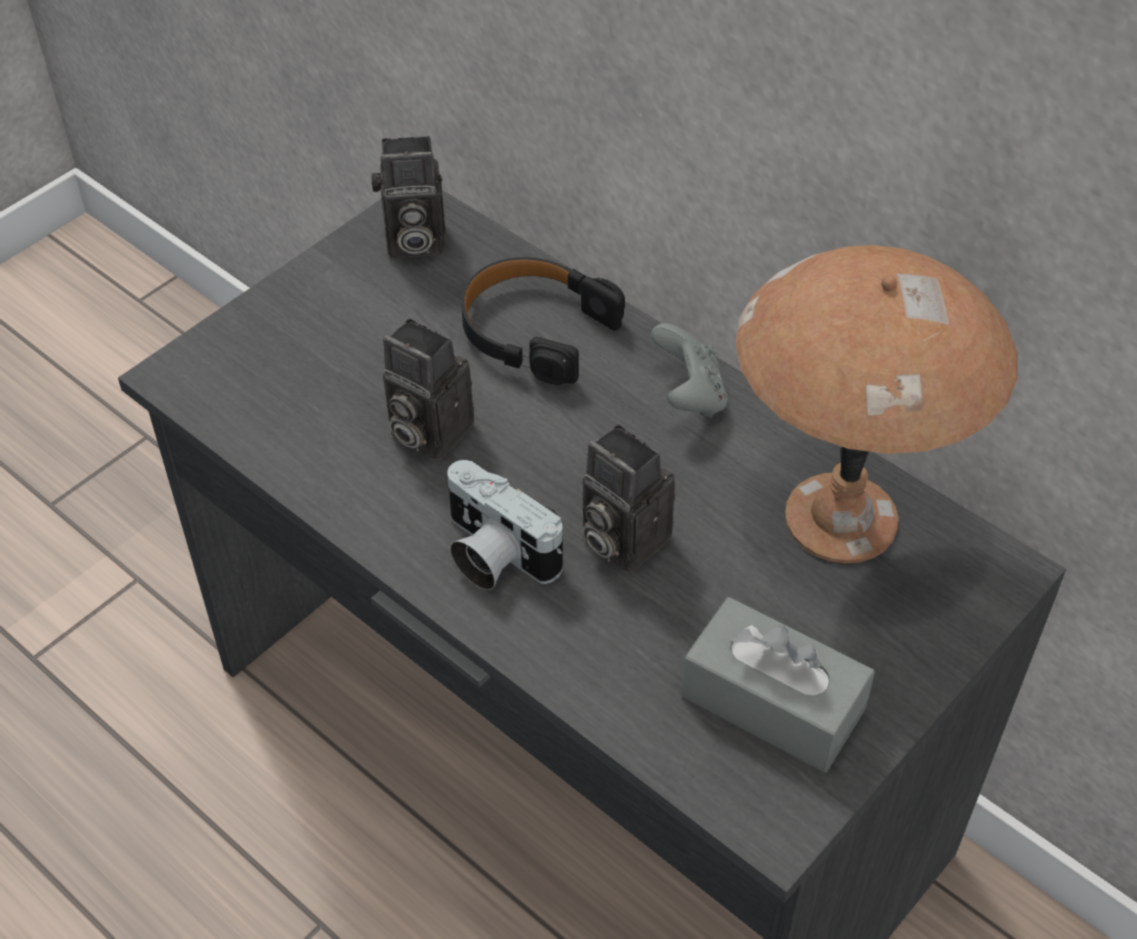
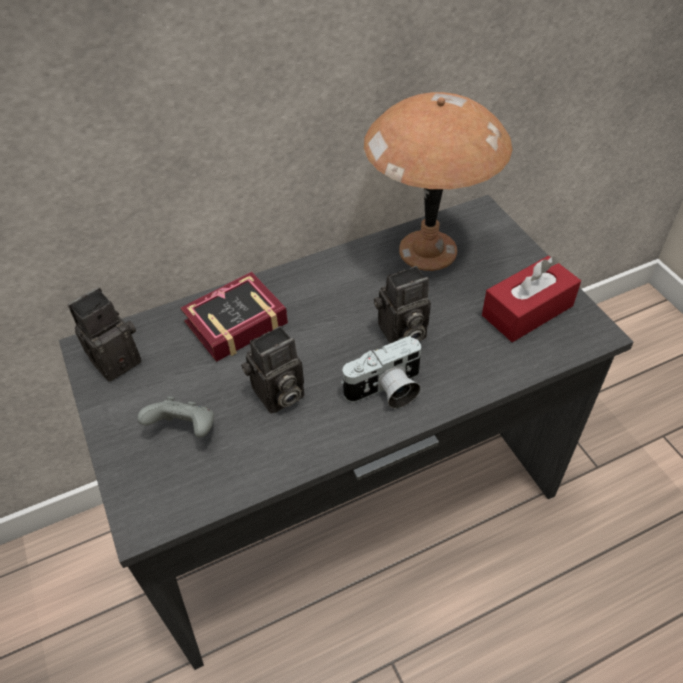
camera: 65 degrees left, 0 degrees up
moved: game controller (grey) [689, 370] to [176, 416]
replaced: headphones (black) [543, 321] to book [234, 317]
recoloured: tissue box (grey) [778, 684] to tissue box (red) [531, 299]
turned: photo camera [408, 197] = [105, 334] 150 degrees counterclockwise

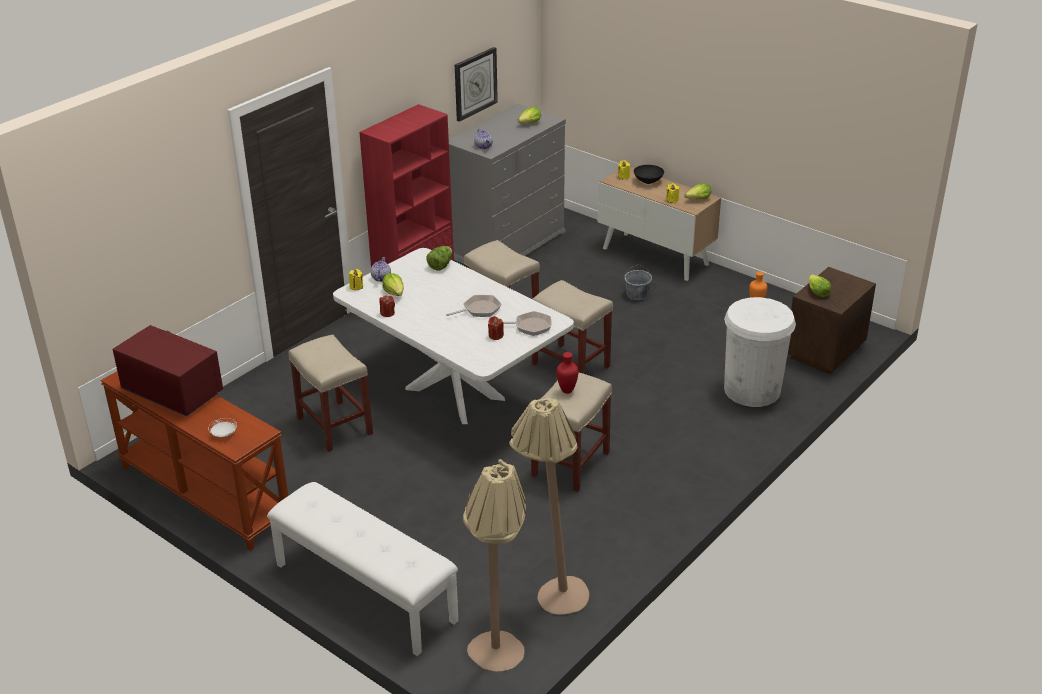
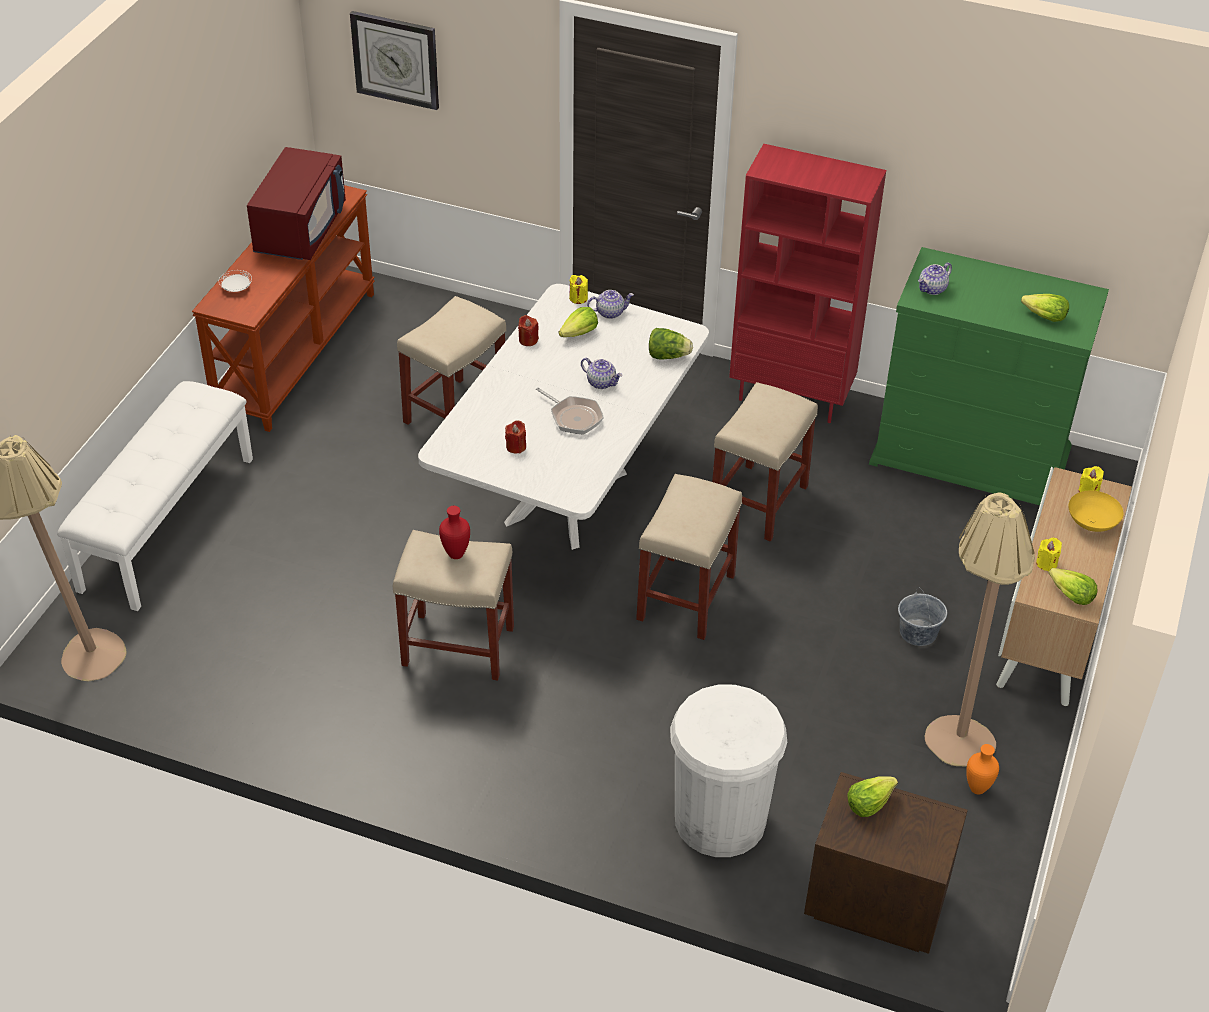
camera: 70 degrees right, 10 degrees up
removed: frying pan [527, 323]
added: teapot [602, 373]
moved: wall clock [476, 84] to [394, 60]; floor lamp (beige) [549, 506] to [980, 629]
recoloured: dresser (grey) [507, 183] to dresser (green) [989, 376]; bowl (black) [649, 174] to bowl (yellow) [1096, 511]

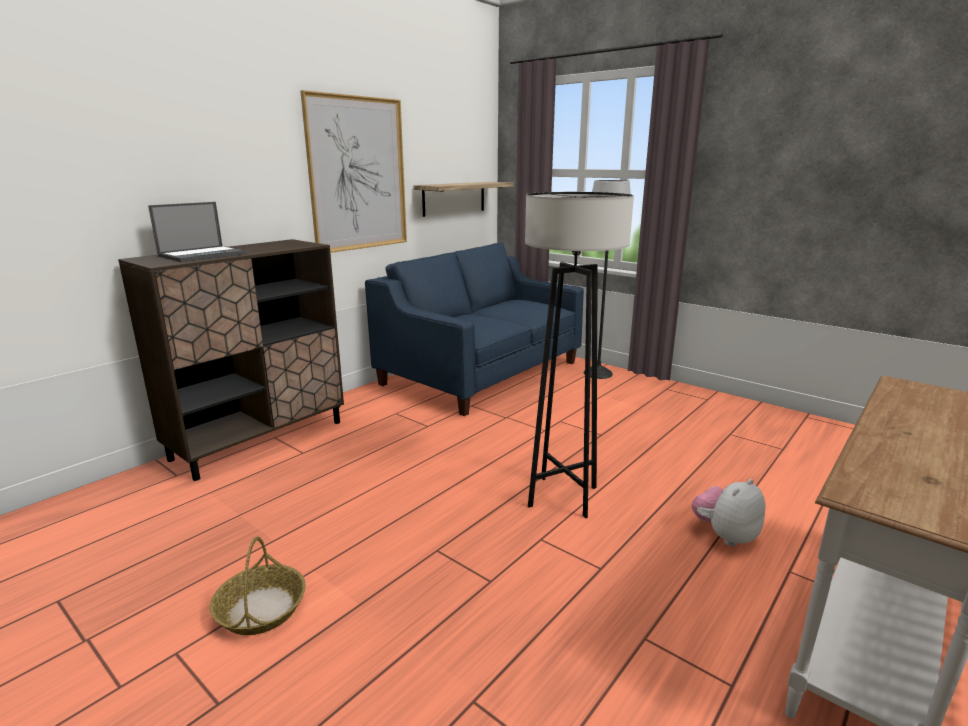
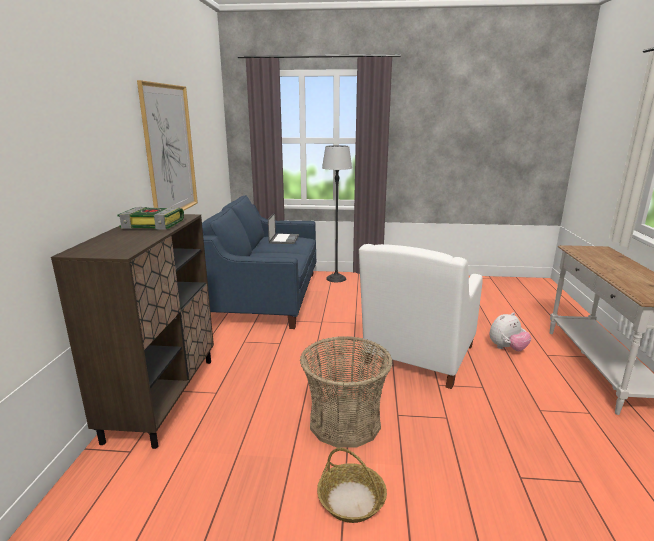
camera: 35 degrees left, 0 degrees up
removed: shelf [463, 199]
added: book [151, 218]; basket [346, 392]
moved: laptop [197, 232] to [283, 228]
replaced: floor lamp (grey) [579, 355] to armchair (white) [421, 316]
turned: plush toy [729, 512] = [510, 332] 135 degrees counterclockwise

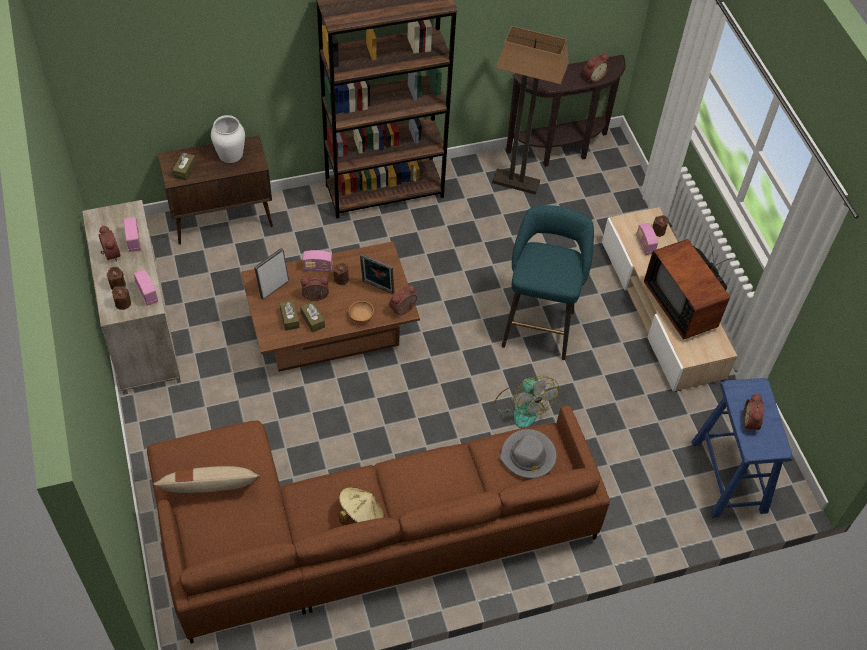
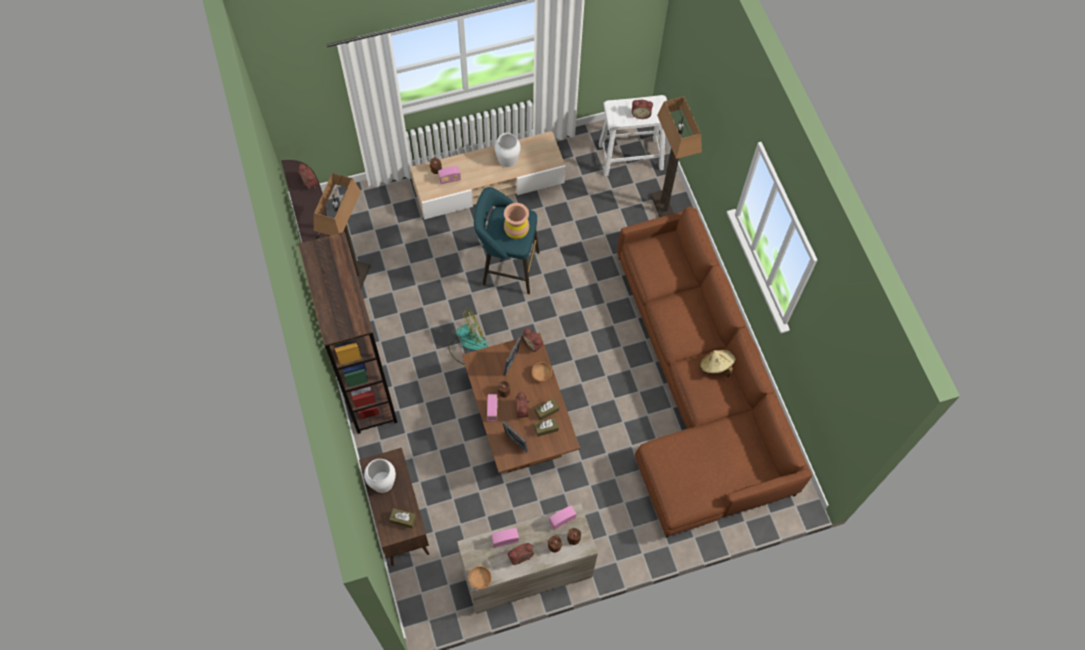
camera: 90 degrees left, 10 degrees up
removed: pillow (beige) [206, 479]; hat (grey) [528, 454]
added: bowl (brown) [479, 577]; vase (brown) [516, 221]; floor lamp [676, 156]
moved: fan [526, 402] to [468, 337]
replaced: television [688, 286] to vase (white) [508, 150]
recoloured: stool (blue) [742, 448] to stool (white) [633, 135]

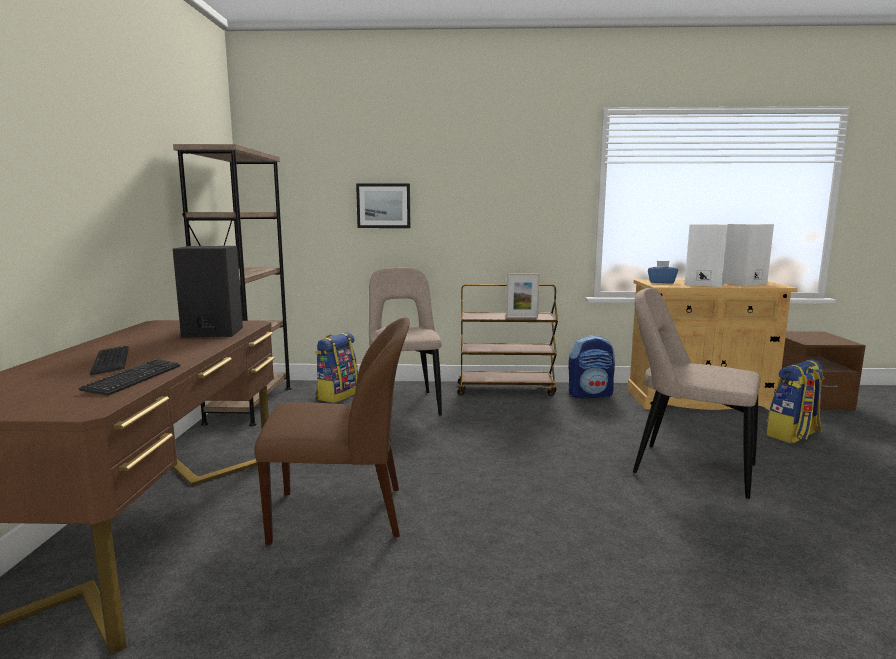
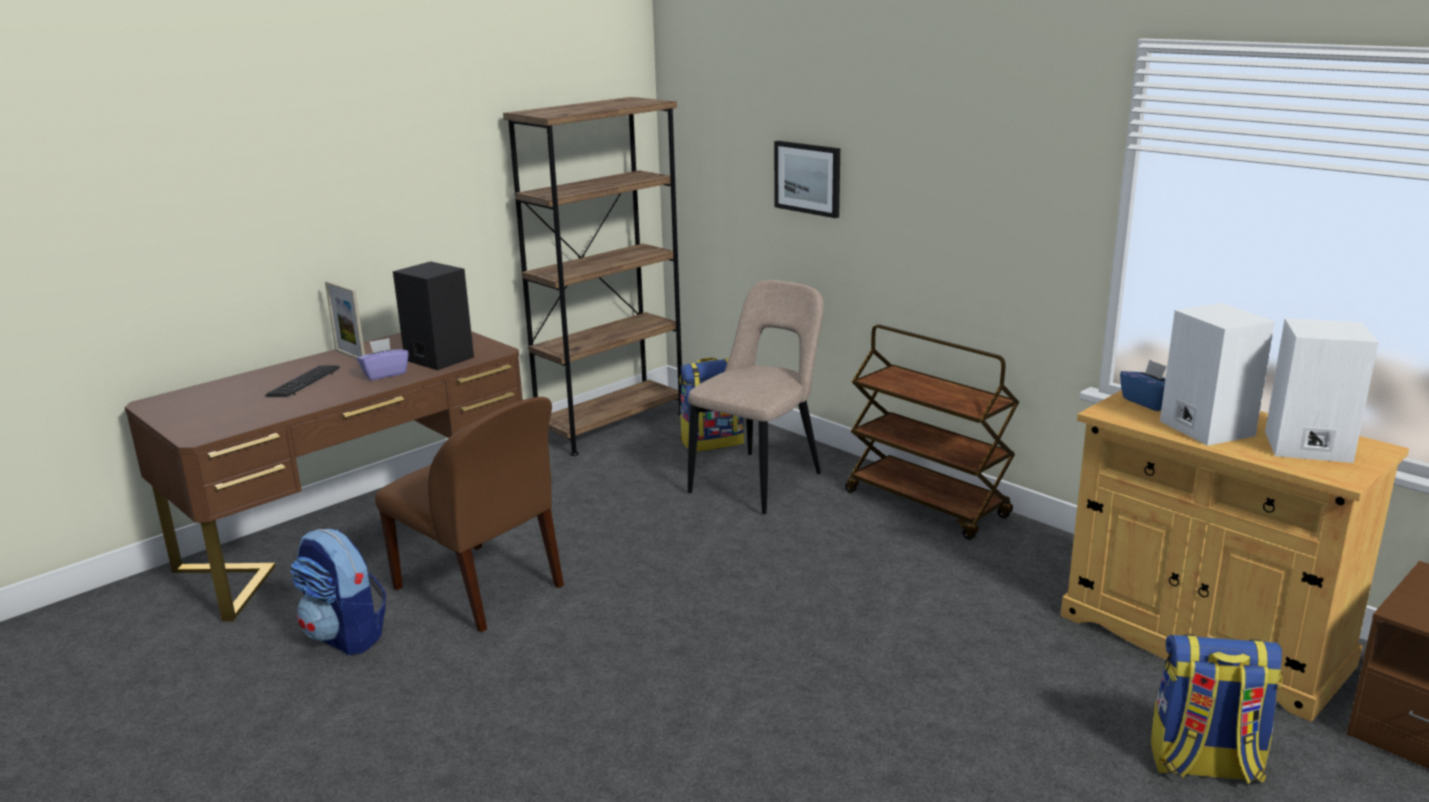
camera: 45 degrees right, 10 degrees up
removed: keyboard [129, 377]; chair (beige) [696, 393]
added: tissue box (purple) [383, 359]
moved: picture frame [522, 296] to [345, 320]; backpack [591, 366] to [338, 592]

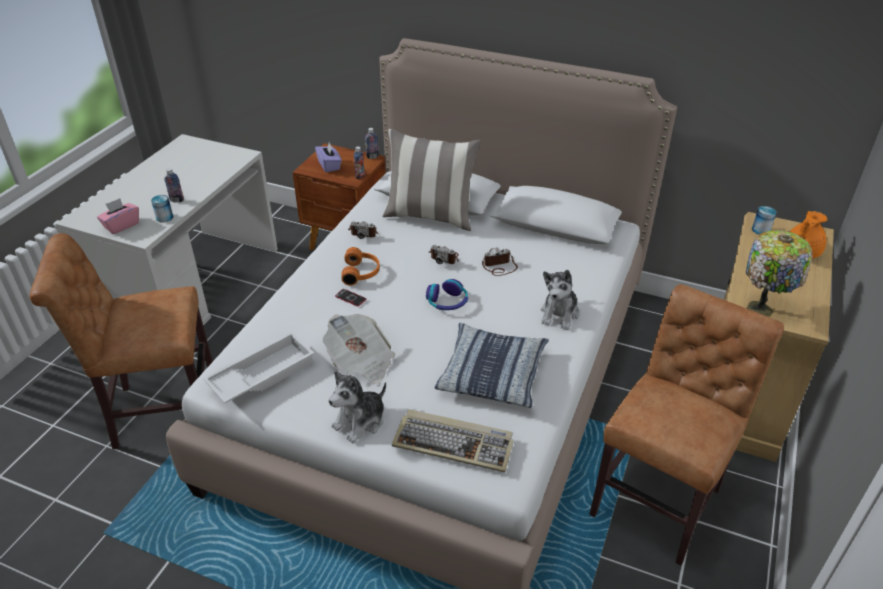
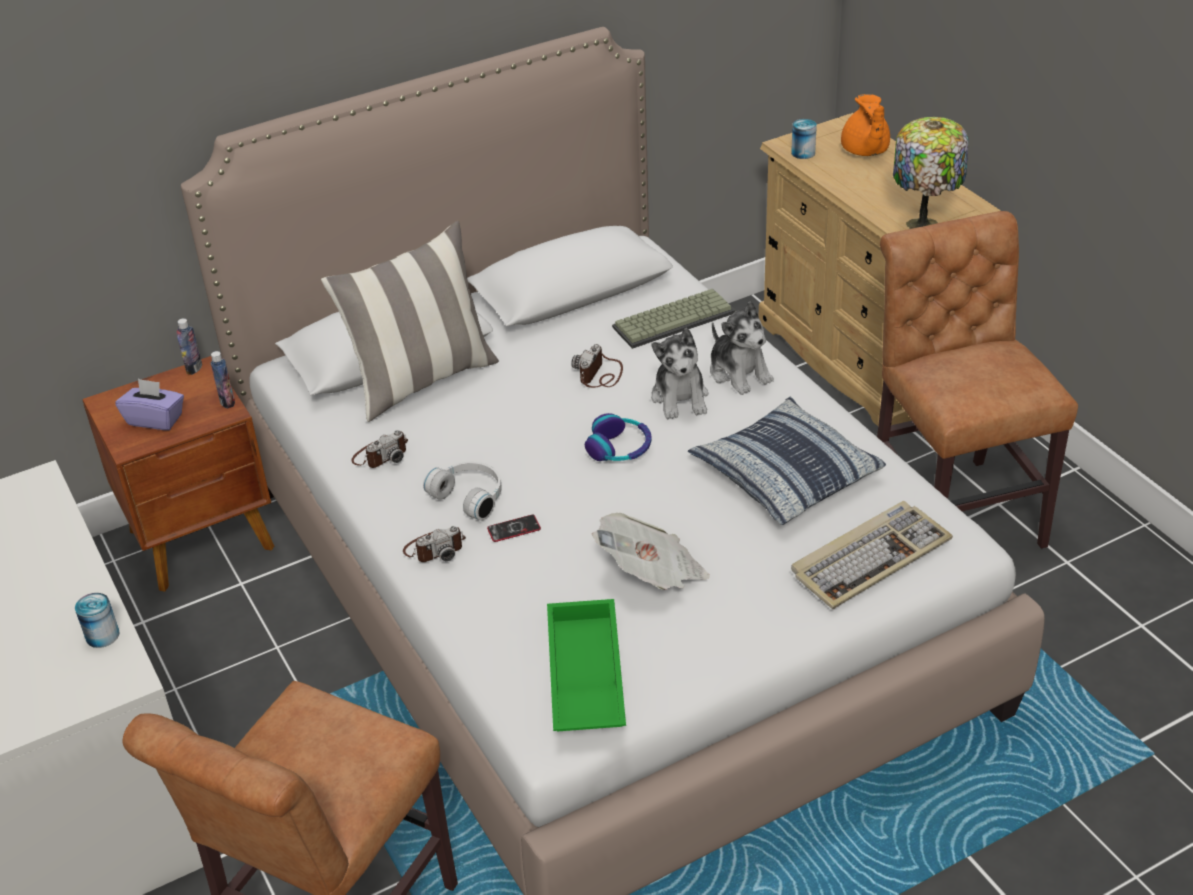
camera: 50 degrees left, 0 degrees up
removed: tissue box (pink) [118, 216]; bottle [174, 185]
added: keyboard [674, 319]
moved: plush toy [357, 407] to [679, 373]; photo camera [444, 254] to [434, 544]
recoloured: tray (white) [259, 367] to tray (green) [586, 665]; headphones (orange) [360, 266] to headphones (white) [462, 491]

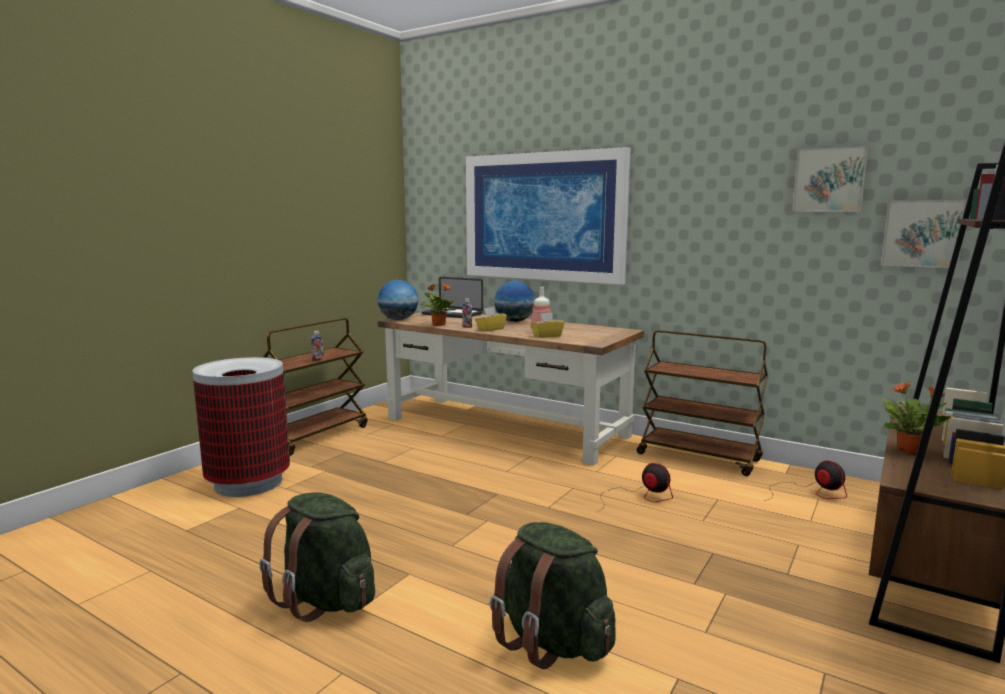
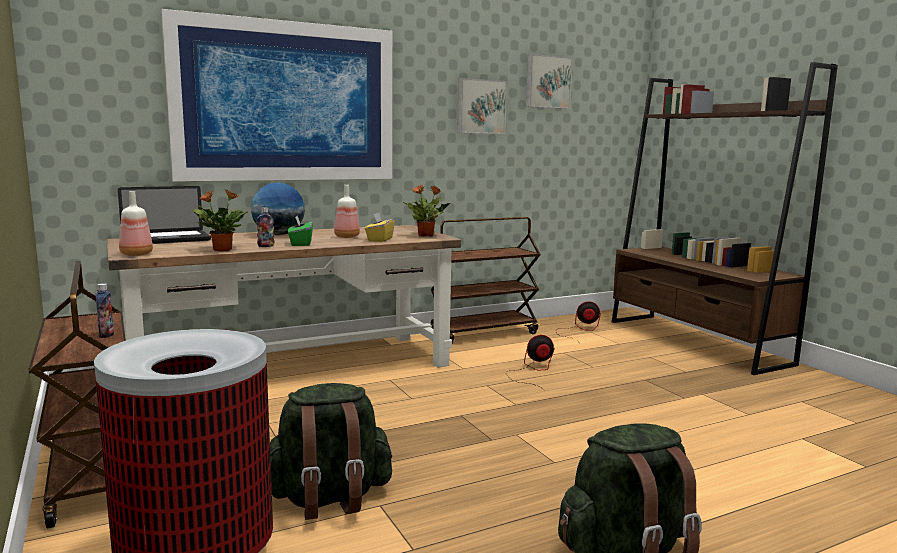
camera: 60 degrees left, 0 degrees up
moved: backpack (green) [553, 595] to [331, 451]; picture [924, 234] to [482, 106]; potted plant [916, 418] to [426, 211]
replaced: globe [398, 300] to bottle [136, 223]
recoloured: tissue box (yellow) [491, 319] to tissue box (green) [300, 231]

